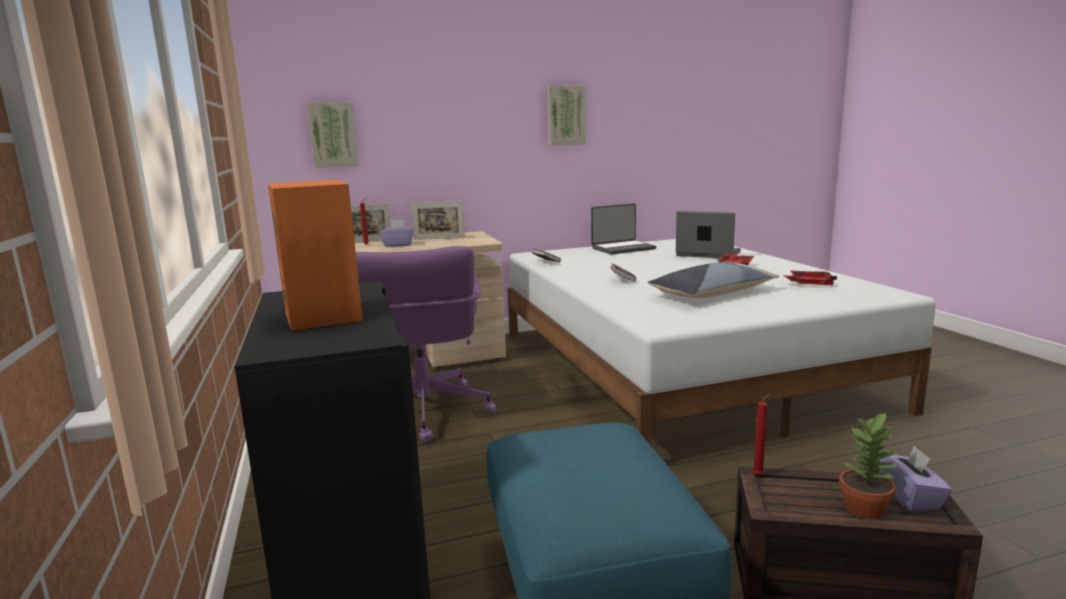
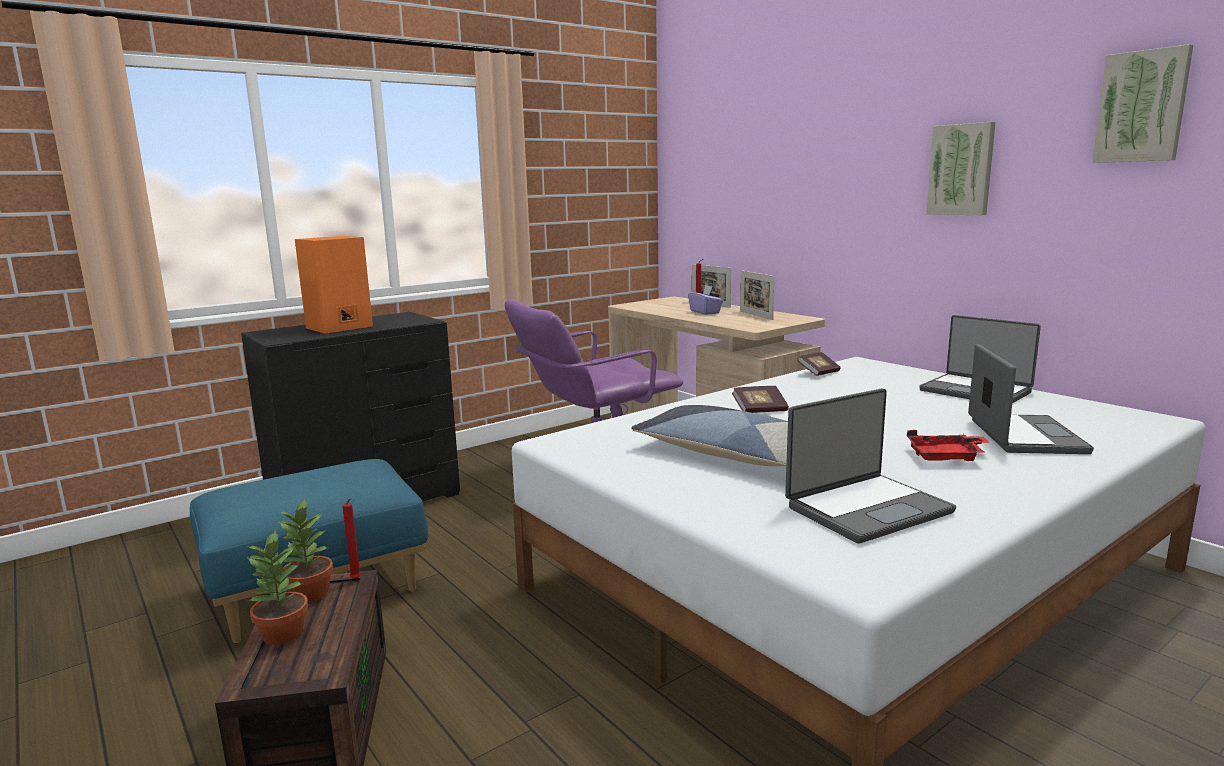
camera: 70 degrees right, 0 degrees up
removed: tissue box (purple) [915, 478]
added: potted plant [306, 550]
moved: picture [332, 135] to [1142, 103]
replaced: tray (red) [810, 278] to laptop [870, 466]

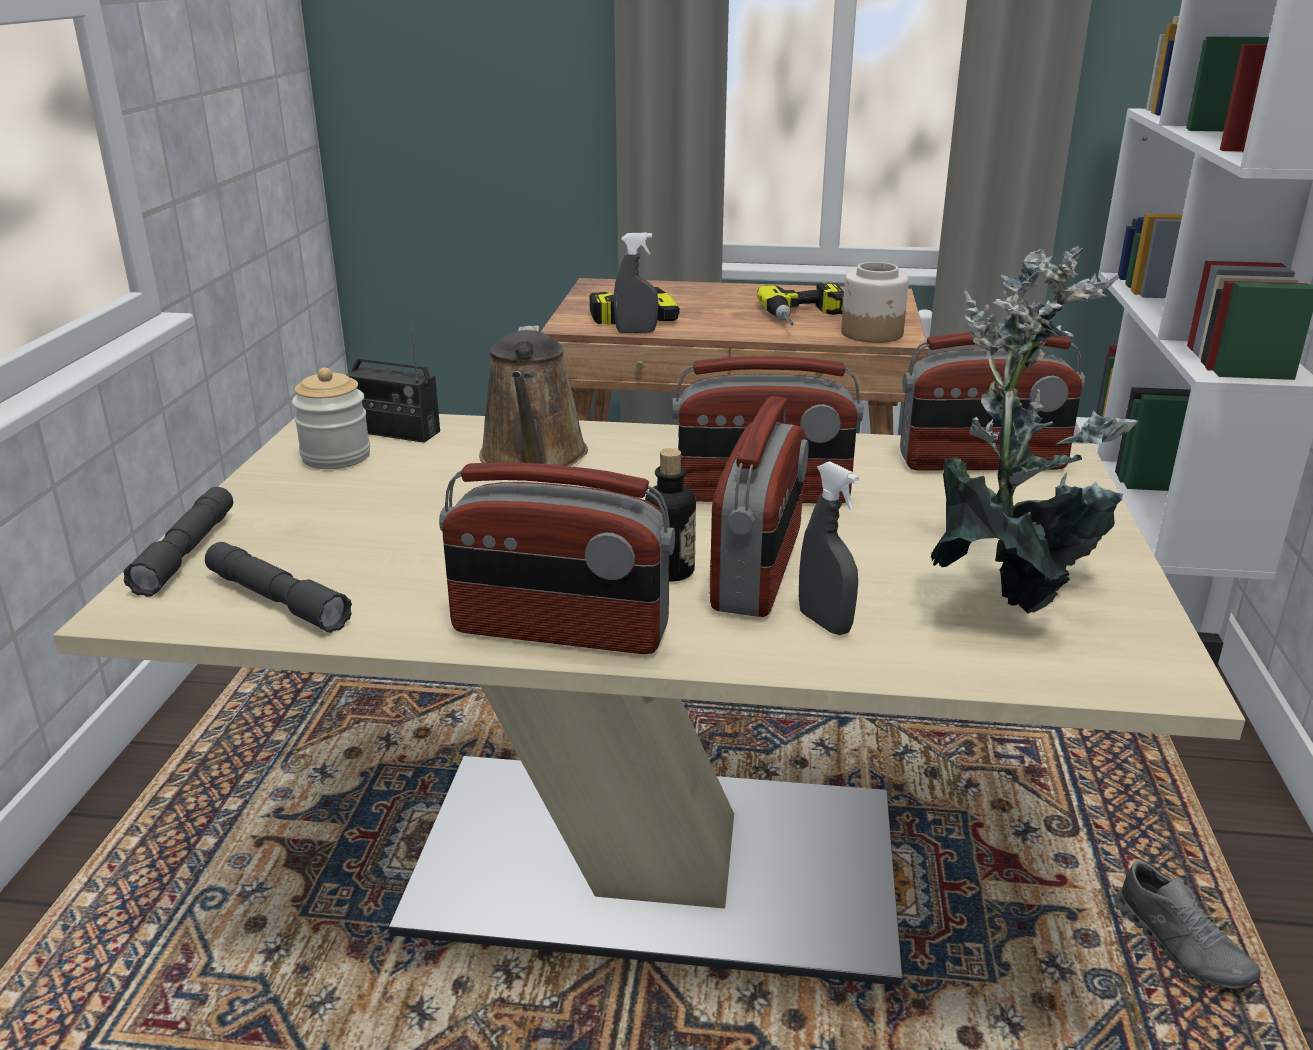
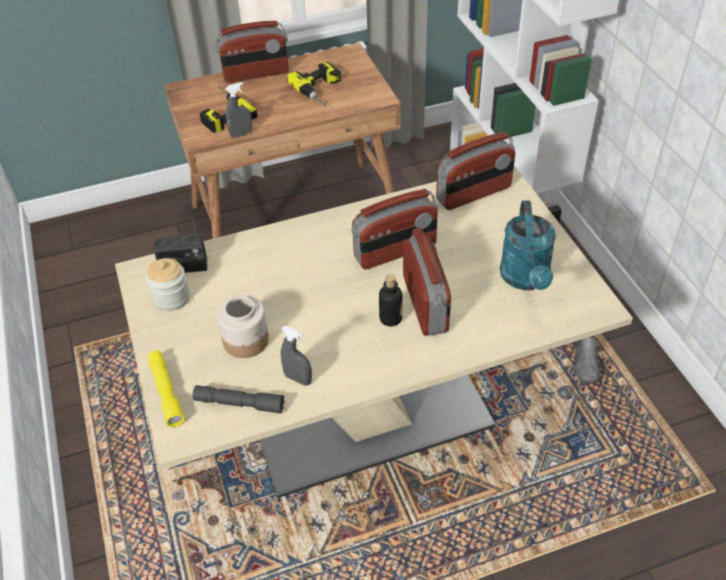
camera: 25 degrees left, 20 degrees up
removed: watering can (brown) [533, 395]
moved: radio [557, 558] to [252, 52]; spray bottle (grey) [829, 548] to [296, 356]; jar [875, 302] to [243, 326]
replaced: potted plant [1034, 430] to watering can (turquoise) [528, 245]
recoloured: flashlight (grey) [178, 542] to flashlight (yellow) [166, 388]
turned: shoe (grey) [1188, 924] = [587, 359] 60 degrees clockwise

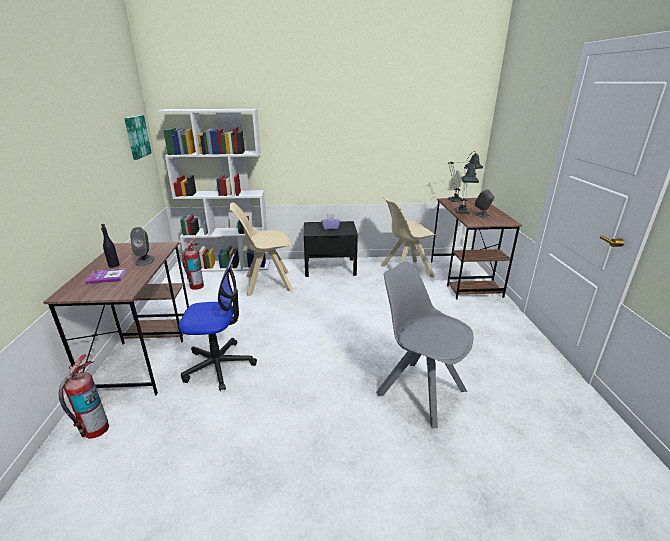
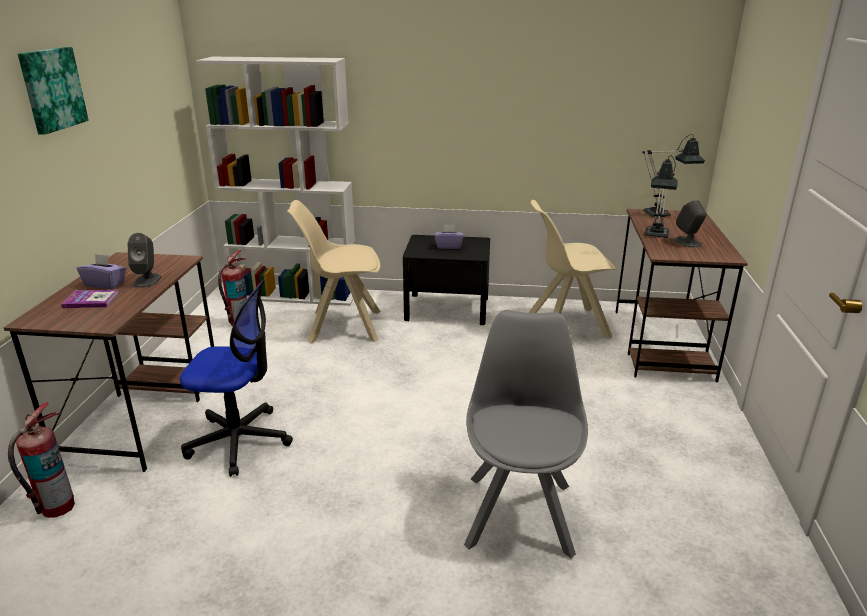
camera: 10 degrees right, 0 degrees up
moved: picture [138, 137] to [53, 91]
replaced: bottle (black) [110, 245] to tissue box (purple) [101, 271]
turned: chair (grey) [424, 344] = [526, 434] 45 degrees clockwise

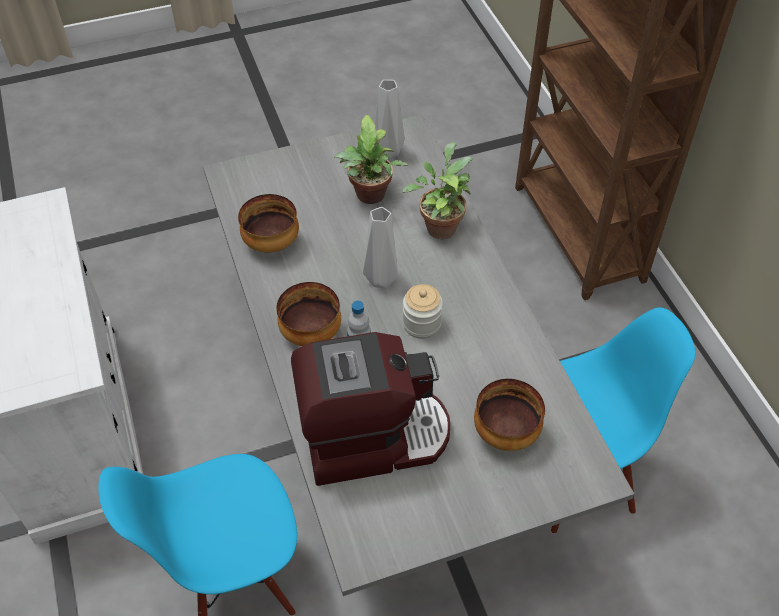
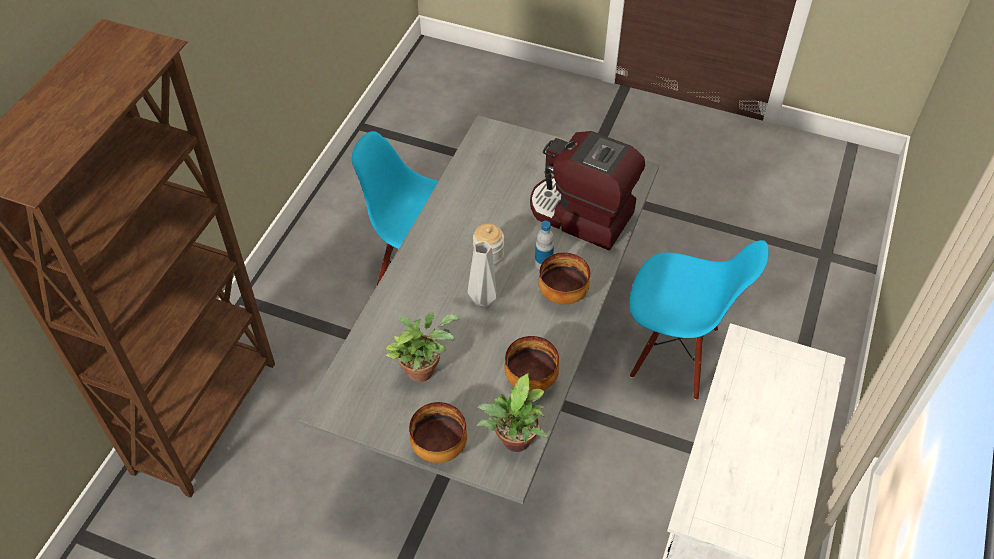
camera: 140 degrees left, 0 degrees up
removed: vase (grey) [390, 119]
moved: potted plant [437, 190] to [513, 412]; bowl [509, 415] to [438, 432]

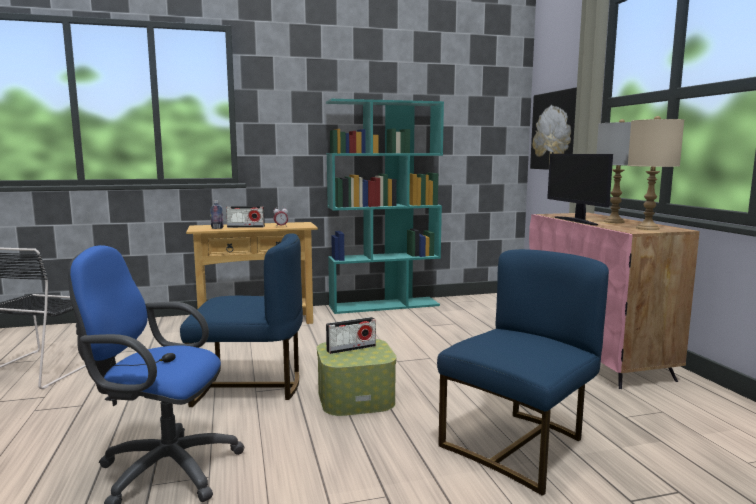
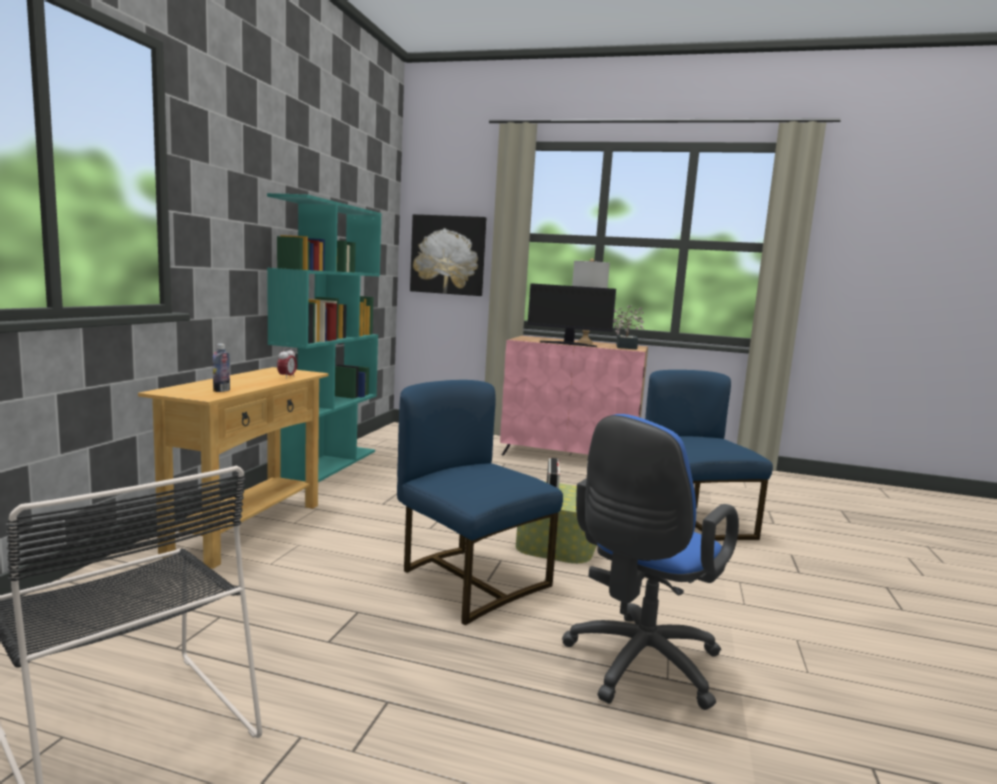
camera: 60 degrees left, 0 degrees up
removed: radio [245, 217]
replaced: table lamp (beige) [656, 173] to potted plant [628, 327]
turned: chair (blue) [241, 320] = [480, 502] 75 degrees counterclockwise

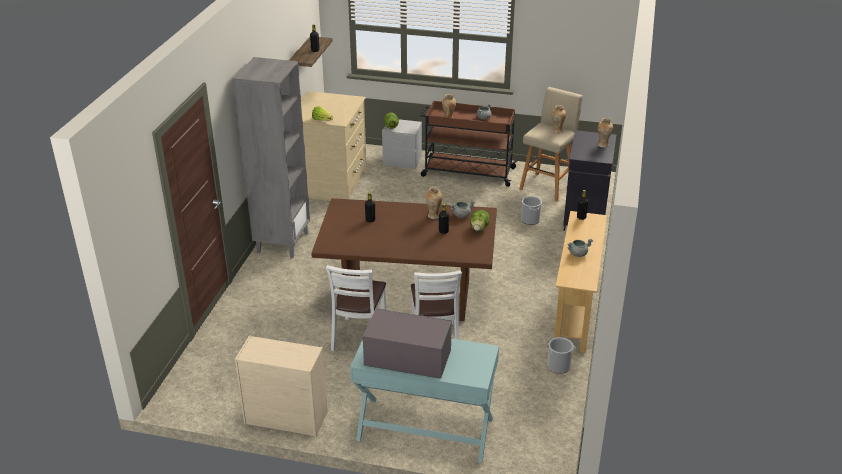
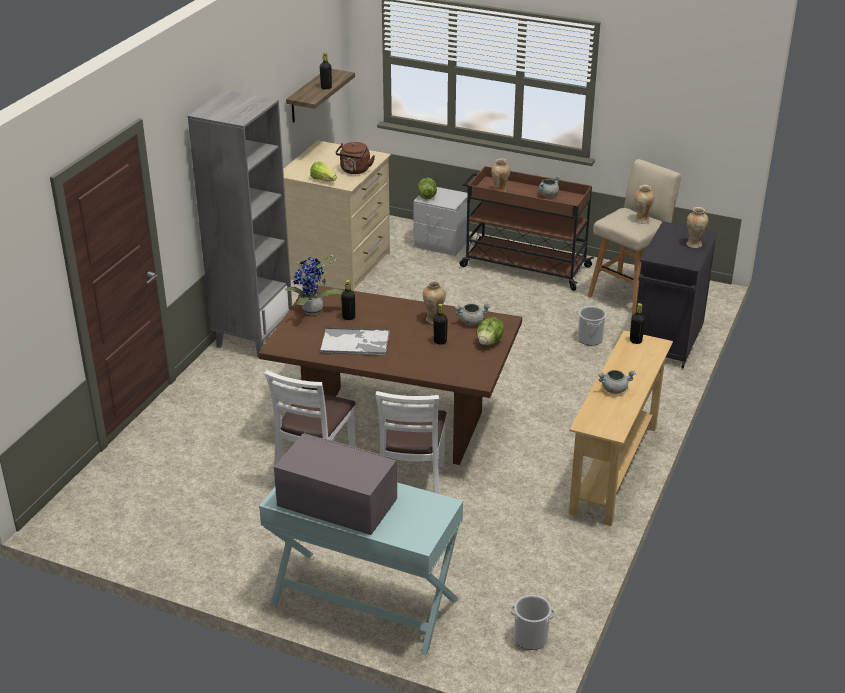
camera: 10 degrees right, 0 degrees up
removed: dresser (beige) [281, 386]
added: potted plant [314, 284]; tray [354, 341]; kettle (brown) [355, 158]
moved: bucket [561, 355] to [533, 622]

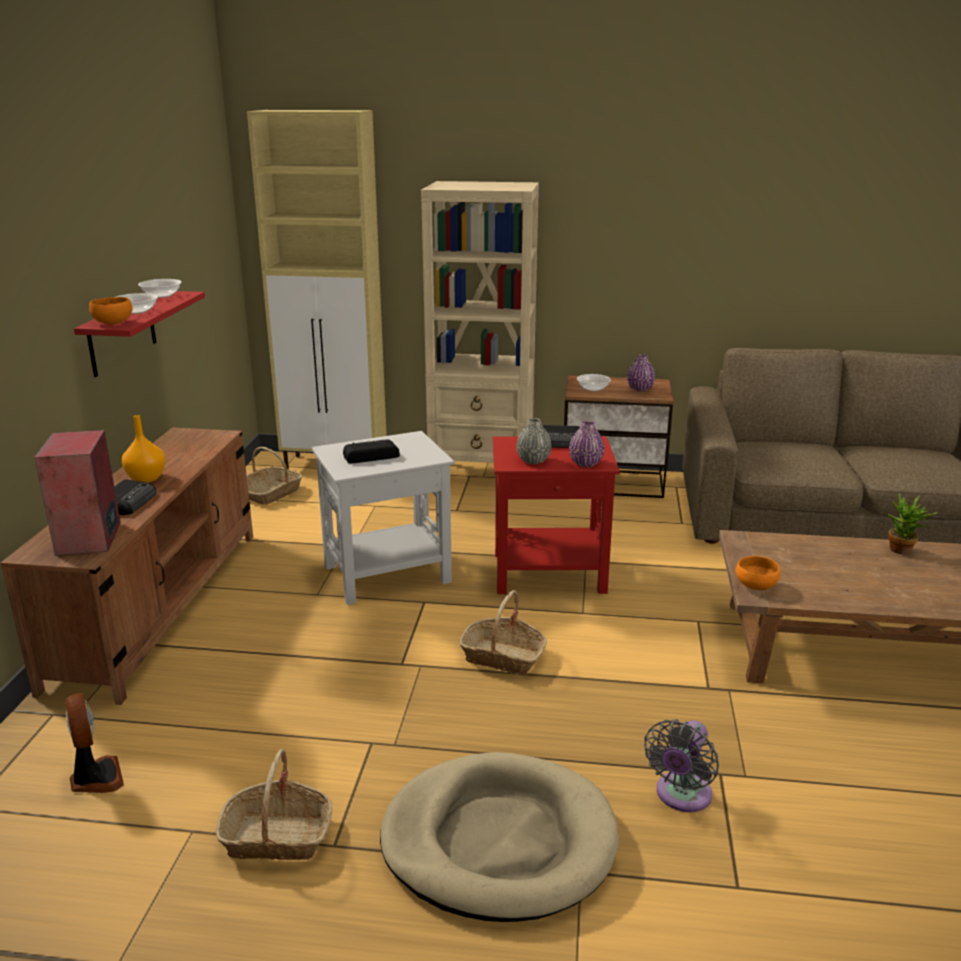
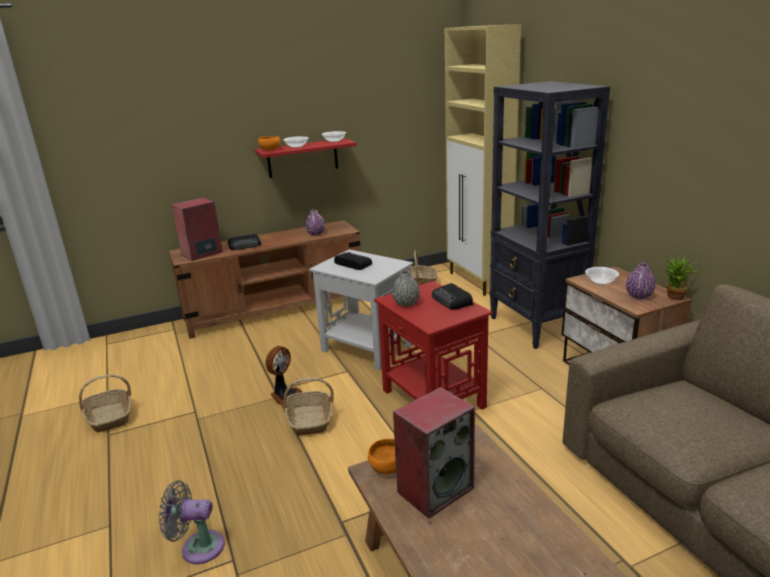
camera: 60 degrees right, 0 degrees up
removed: vase (orange) [143, 449]; dog bed (beige) [499, 837]
added: speaker [434, 453]
moved: fan [94, 743] to [283, 375]; vase (purple) [586, 444] to [315, 222]; potted plant [912, 524] to [682, 277]
recoloured: bookcase (beige) [480, 322] to bookcase (black) [549, 215]

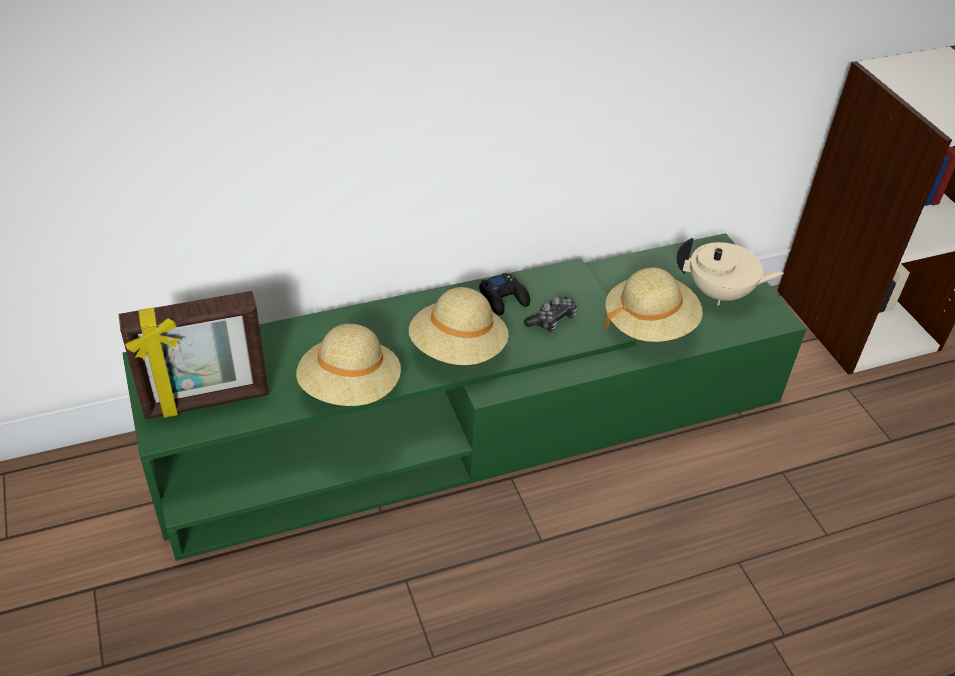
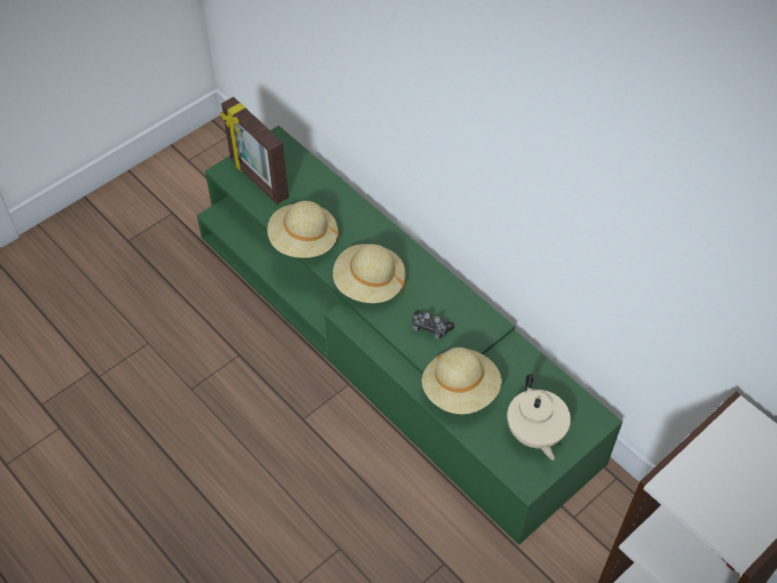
camera: 70 degrees right, 10 degrees up
removed: game controller (black) [504, 294]

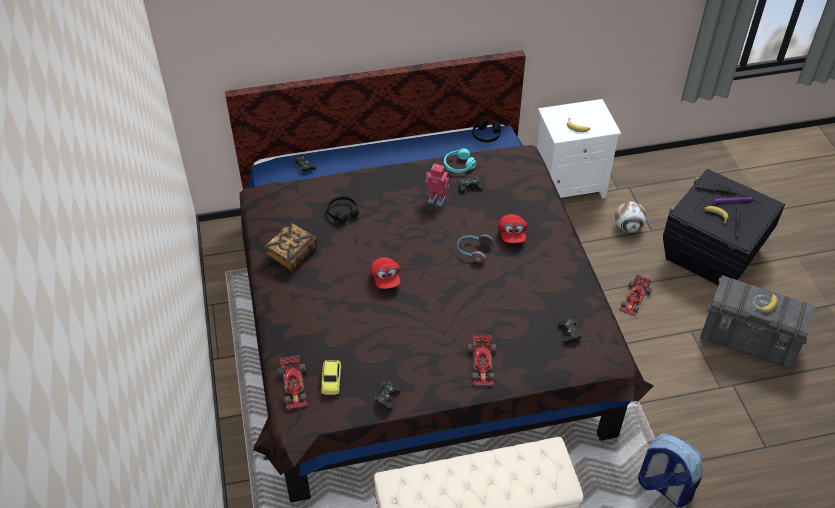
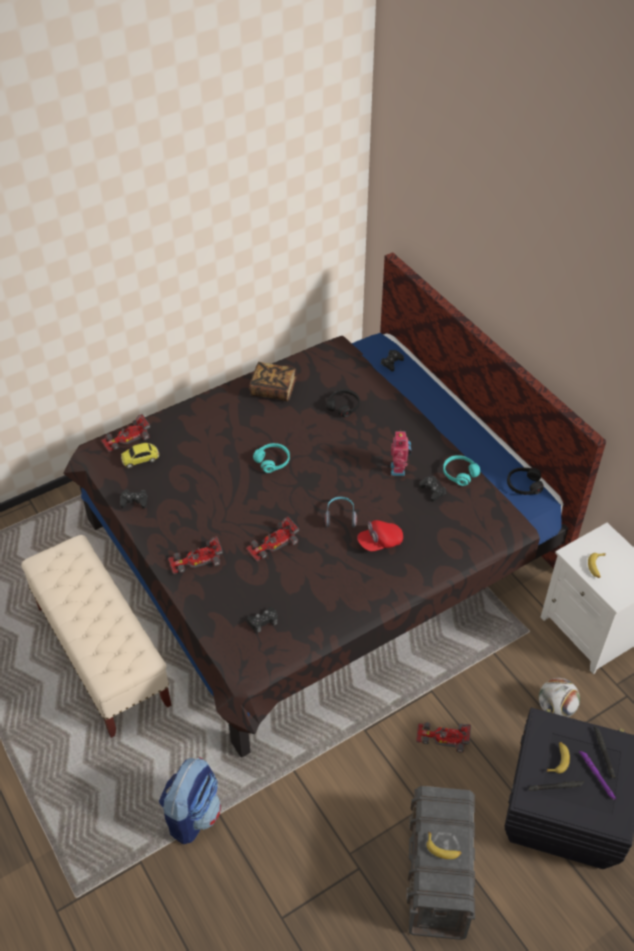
camera: 70 degrees right, 0 degrees up
added: toy car [272, 538]
replaced: cap (red) [385, 273] to headphones (turquoise) [271, 458]

